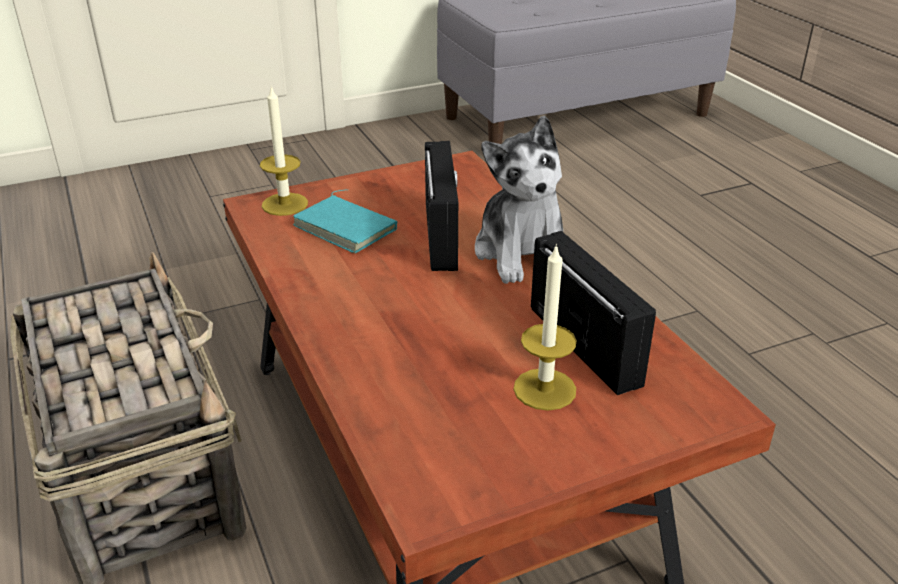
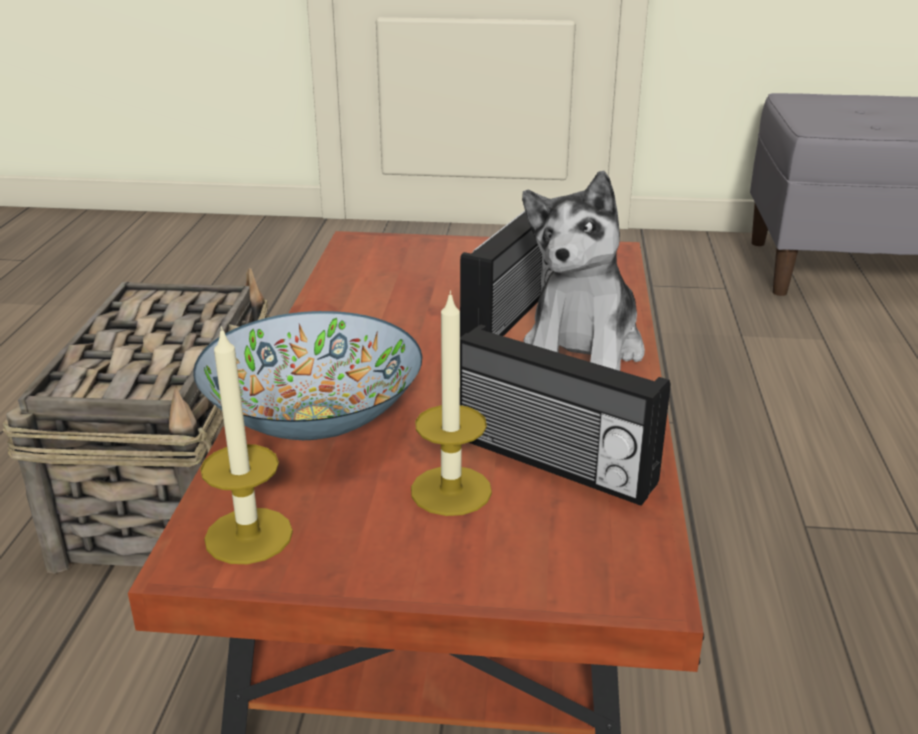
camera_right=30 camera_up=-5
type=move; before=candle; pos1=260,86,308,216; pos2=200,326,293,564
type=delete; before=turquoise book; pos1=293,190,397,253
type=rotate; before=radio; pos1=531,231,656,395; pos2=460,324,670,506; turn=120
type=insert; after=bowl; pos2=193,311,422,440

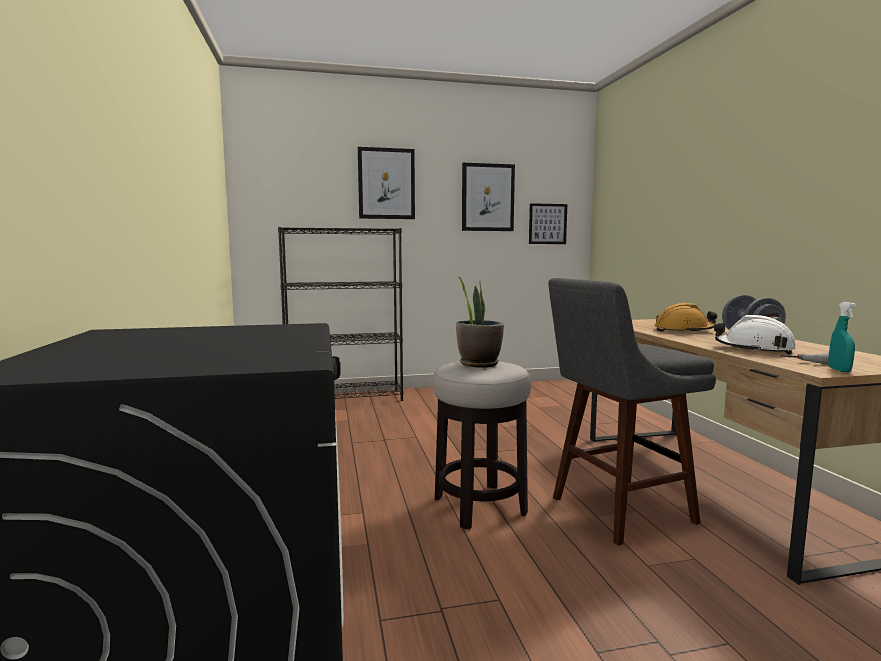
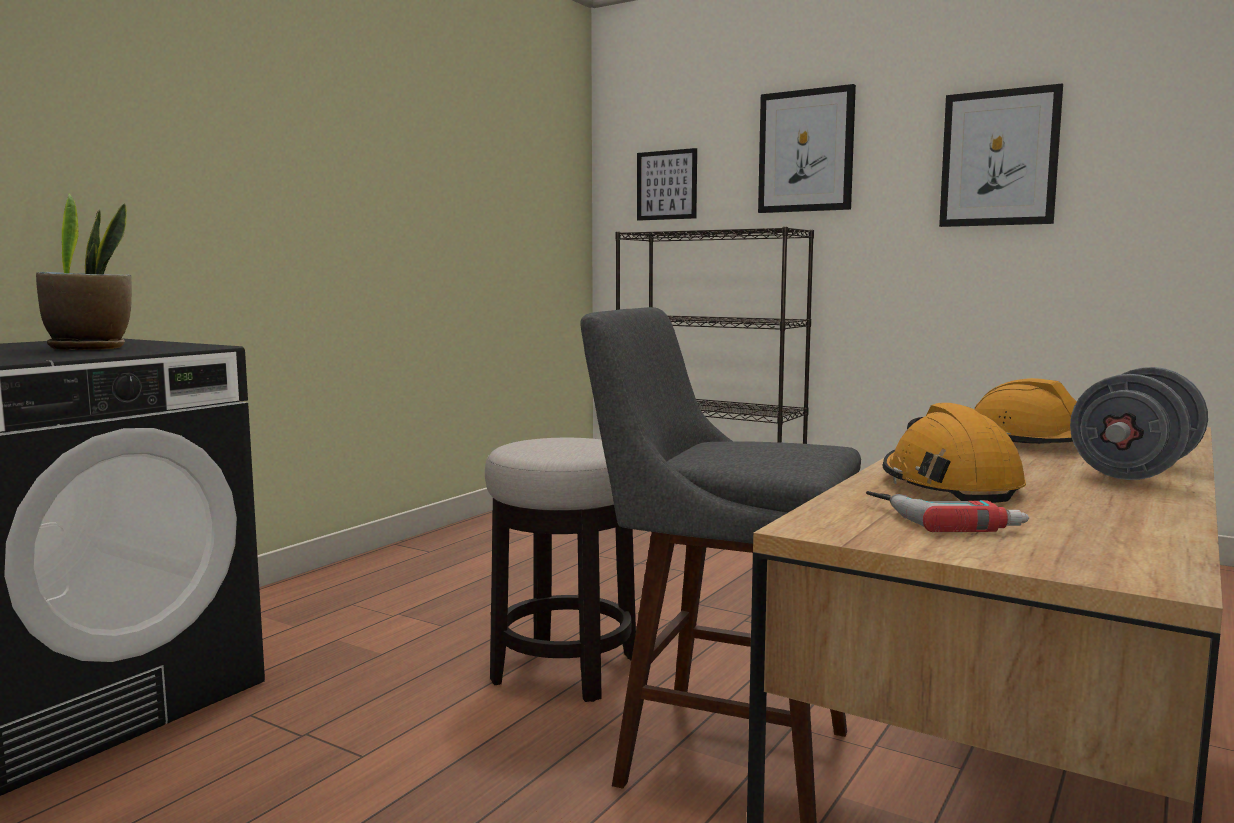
camera_right=45 camera_up=0
type=move; before=potted plant; pos1=456,276,504,368; pos2=36,193,132,350
type=move; before=picture; pos1=529,203,567,244; pos2=637,148,697,221
type=recolor; before=white hard hat; after=orange hard hat; pos1=714,315,796,355; pos2=883,403,1026,503
type=delete; before=turquoise spray bottle; pos1=828,302,856,372

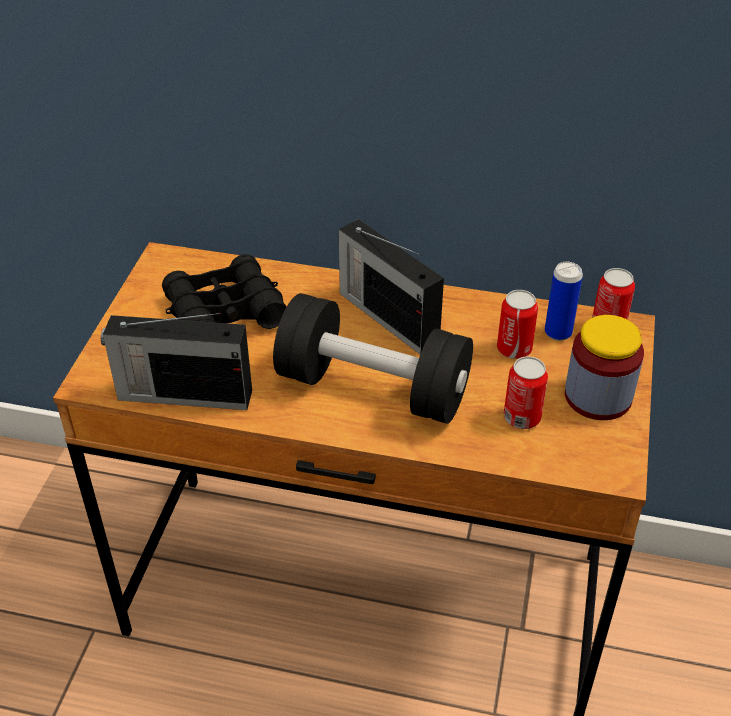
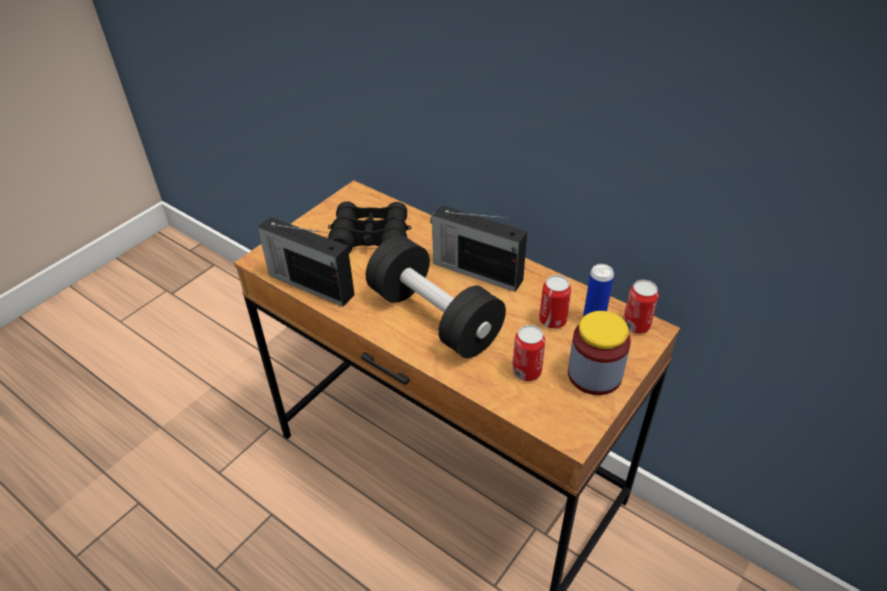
camera_right=25 camera_up=0
type=rotate; before=radio; pos1=338,219,444,354; pos2=430,205,527,292; turn=-45

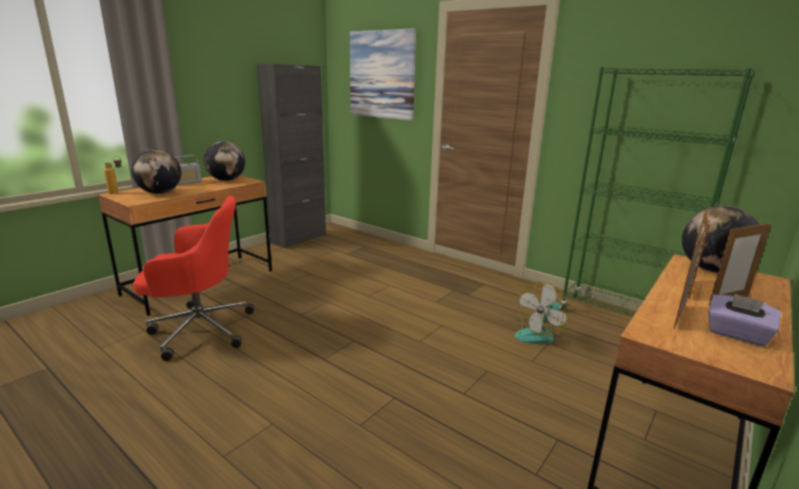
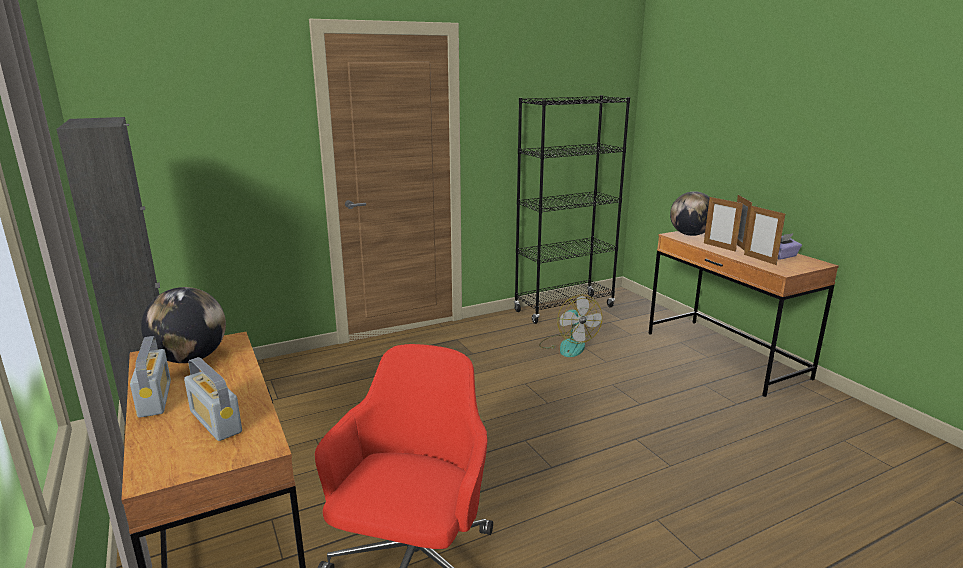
camera_right=-65 camera_up=0
type=delete; before=bottle; pos1=104,156,122,194
type=replace; before=globe; after=radio; pos1=131,149,181,194; pos2=184,357,242,441
type=delete; before=picture; pos1=350,28,416,121
type=recolor; before=green bookcase; after=black bookcase; pos1=560,67,755,317; pos2=514,95,630,324

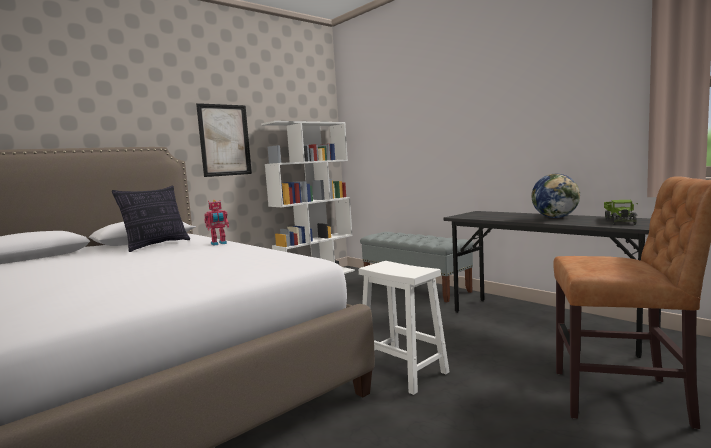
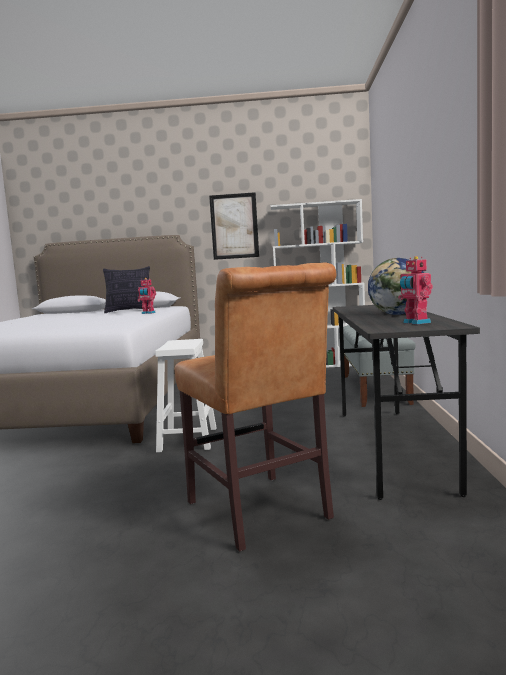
camera_right=45 camera_up=0
type=replace; before=toy truck; after=toy robot; pos1=604,200,638,225; pos2=398,256,433,324

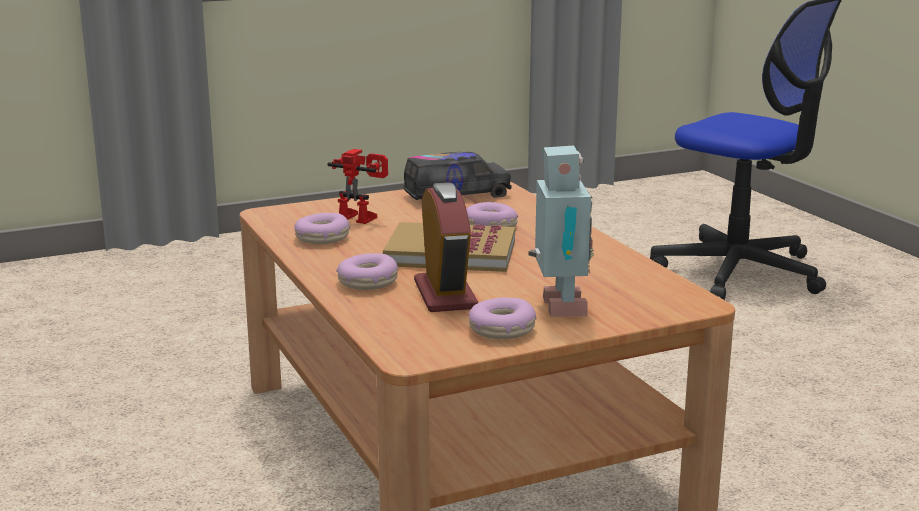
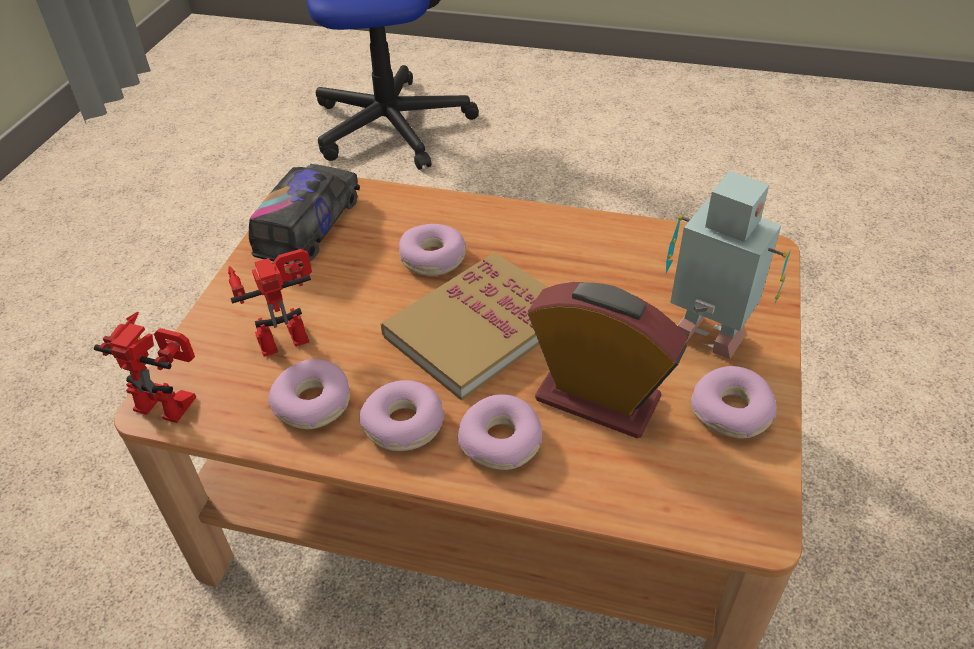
camera_right=-50 camera_up=25
type=insert; after=toy robot; pos2=94,312,196,423
type=insert; after=donut; pos2=359,380,444,451

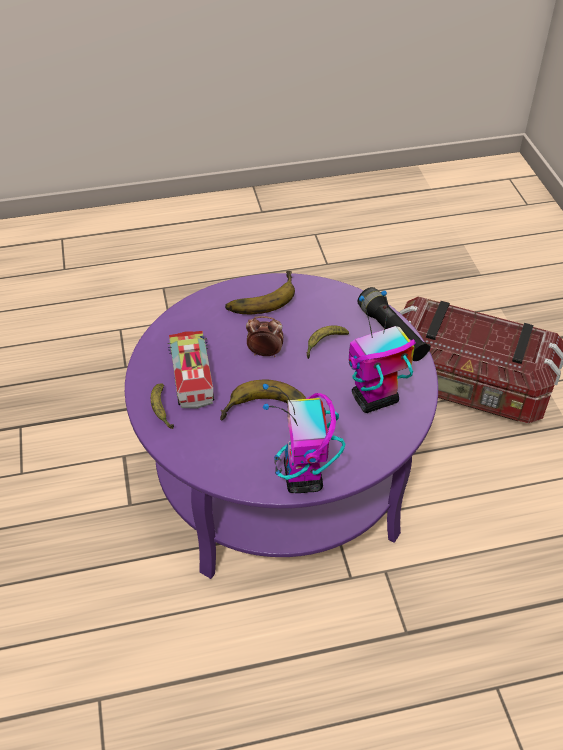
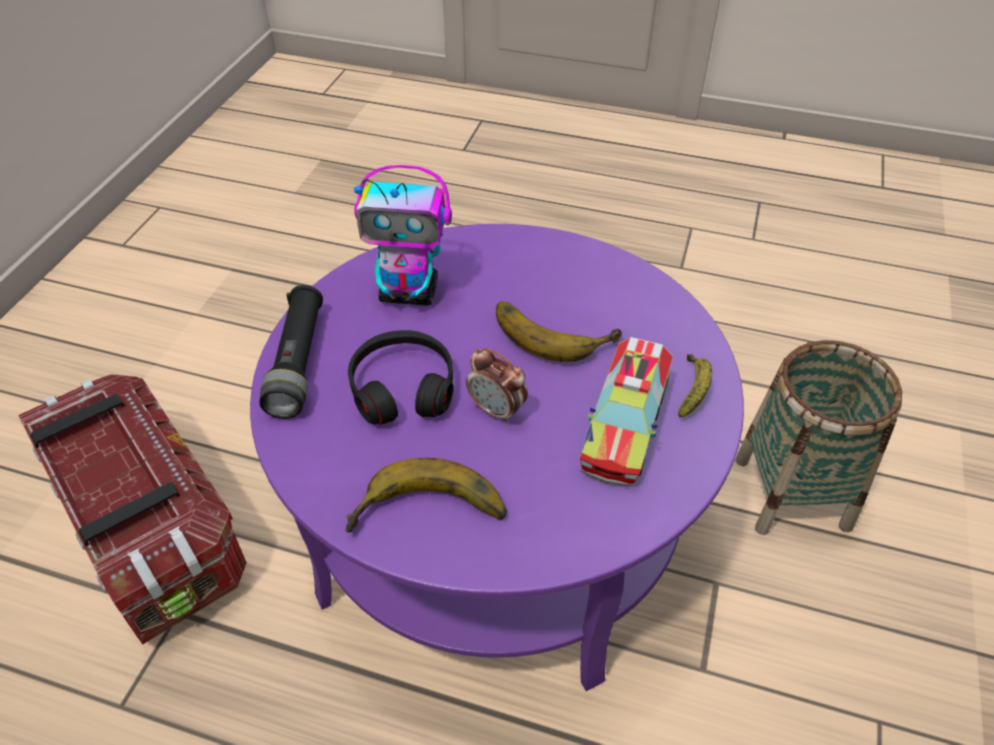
camera_right=-150 camera_up=0
type=delete; before=toy robot; pos1=263,384,345,493
type=replace; before=banana; after=black headphones; pos1=307,325,349,359; pos2=348,330,453,425
type=insert; after=basket; pos2=735,340,902,535

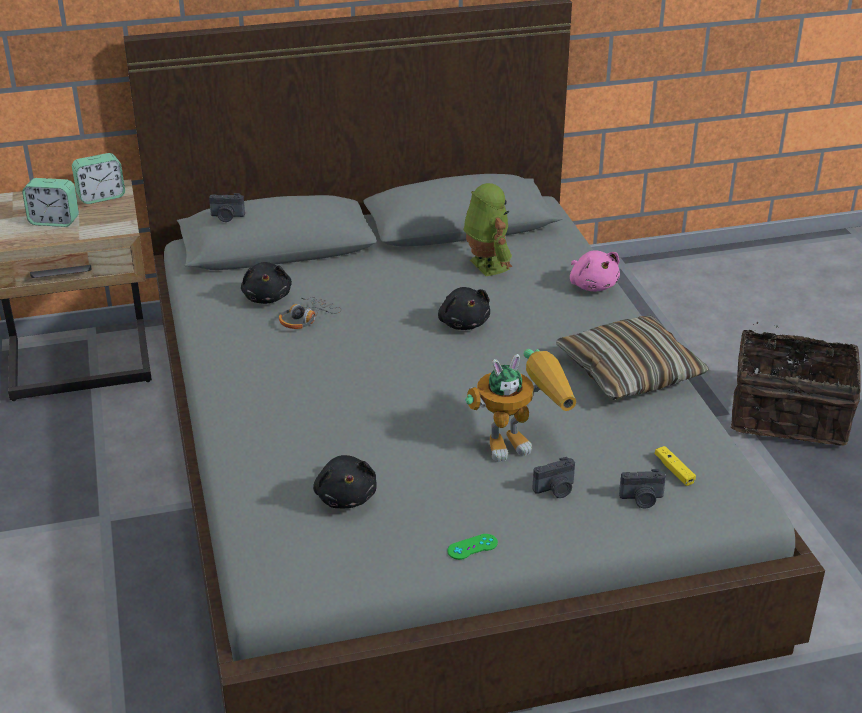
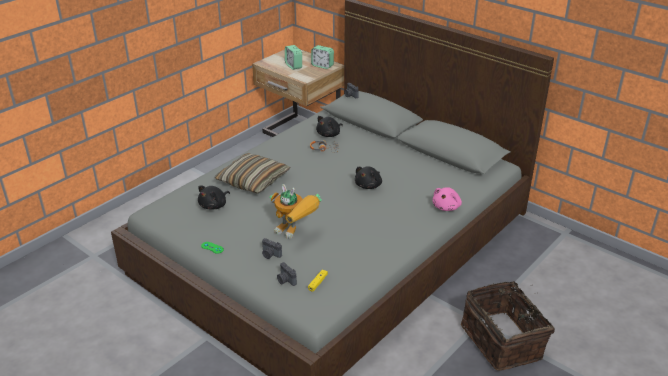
camera_right=55 camera_up=0
type=delete; before=toy robot; pos1=463,183,513,276
type=move; before=pillow; pos1=556,316,709,400; pos2=214,153,291,194

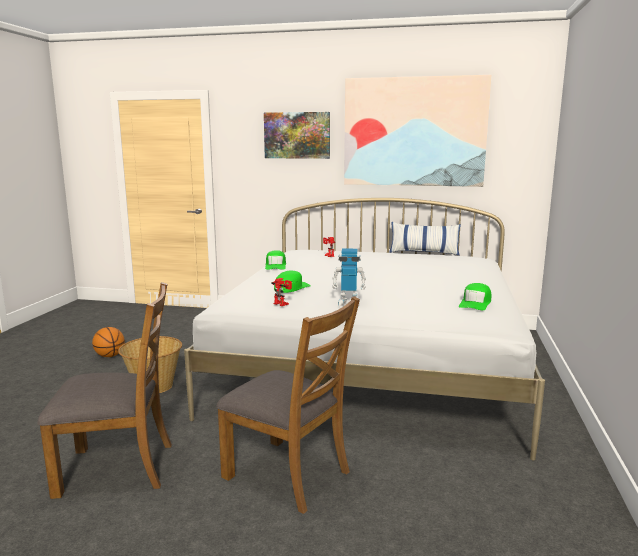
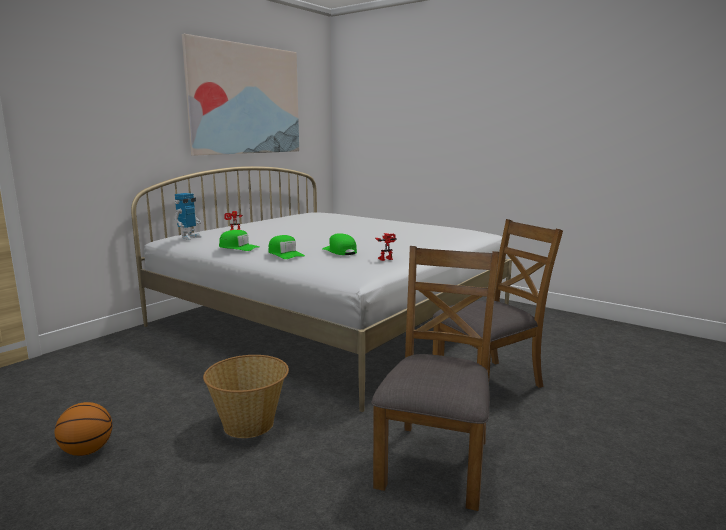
camera_right=-65 camera_up=0
type=delete; before=picture; pos1=264,112,330,159
type=move; before=toy robot; pos1=332,248,366,306; pos2=174,193,202,240
type=delete; before=pillow; pos1=389,222,461,256
type=move; before=green cap; pos1=459,283,491,310; pos2=268,235,305,259

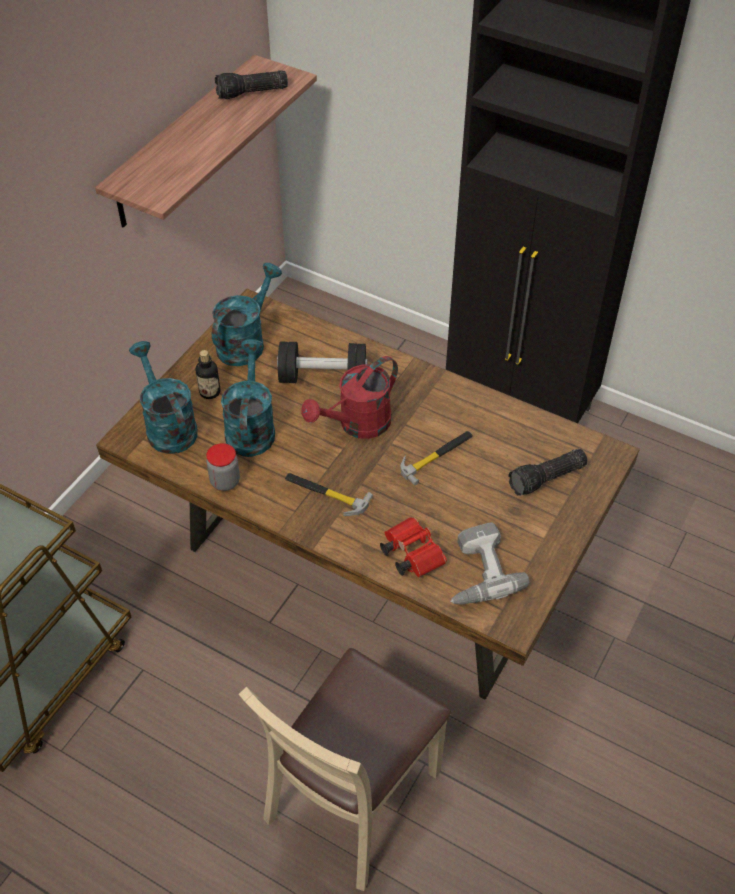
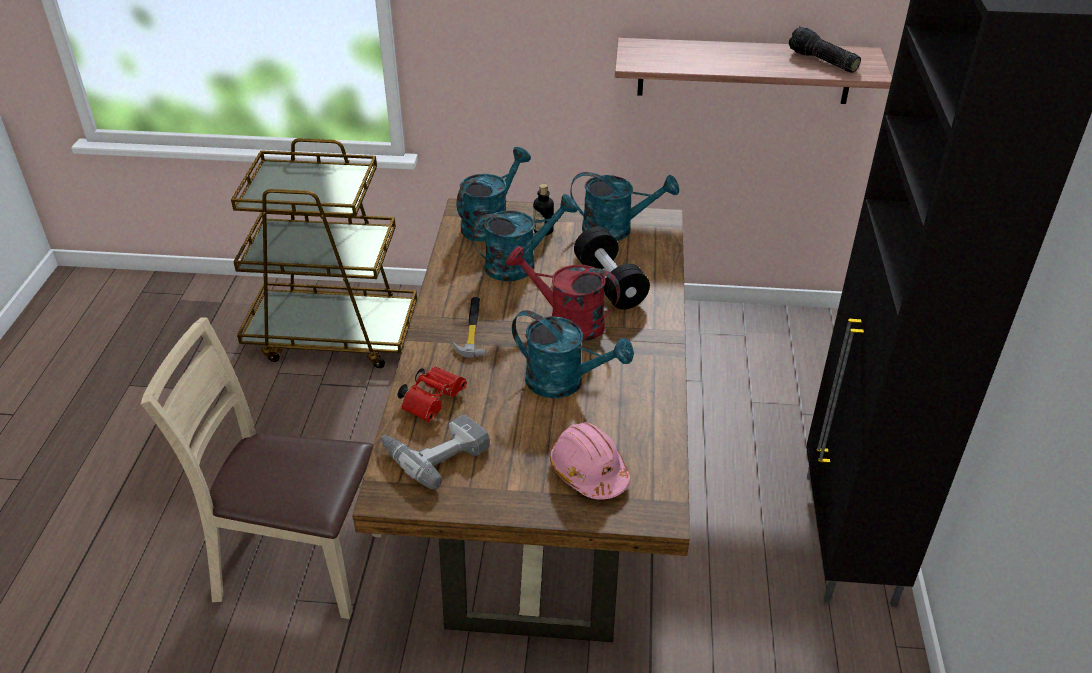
camera_right=65 camera_up=-10
type=delete; before=jar; pos1=206,443,240,491
type=replace; before=hammer; after=turquoise watering can; pos1=400,431,473,485; pos2=512,310,634,398
type=replace; before=flashlight; after=pink hard hat; pos1=508,449,588,496; pos2=550,422,630,500

